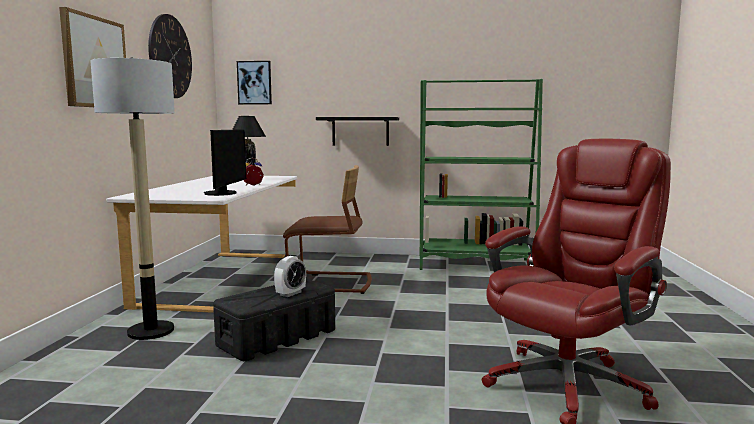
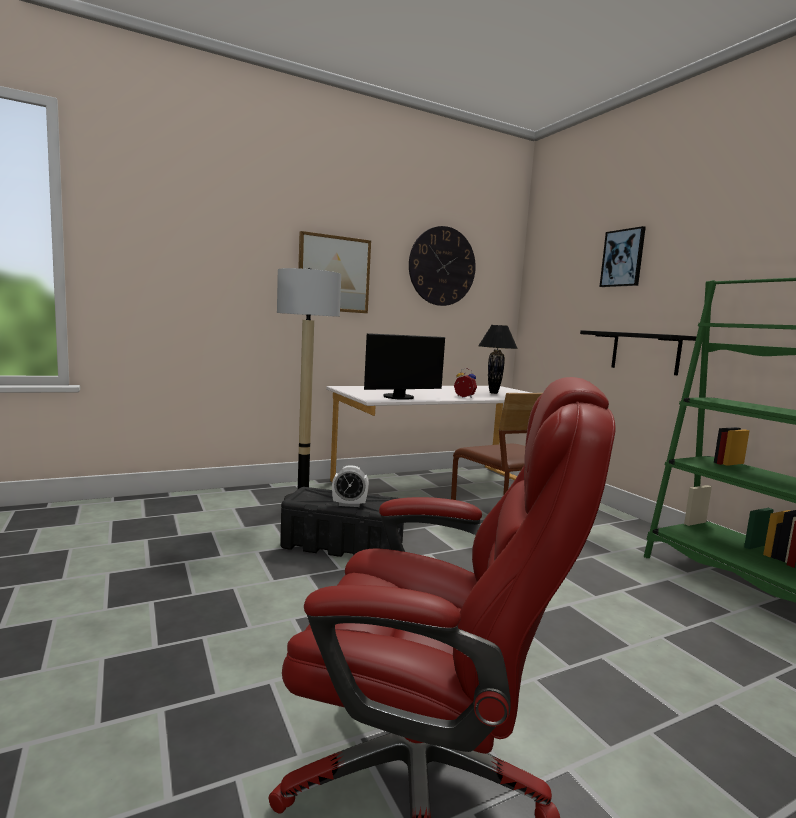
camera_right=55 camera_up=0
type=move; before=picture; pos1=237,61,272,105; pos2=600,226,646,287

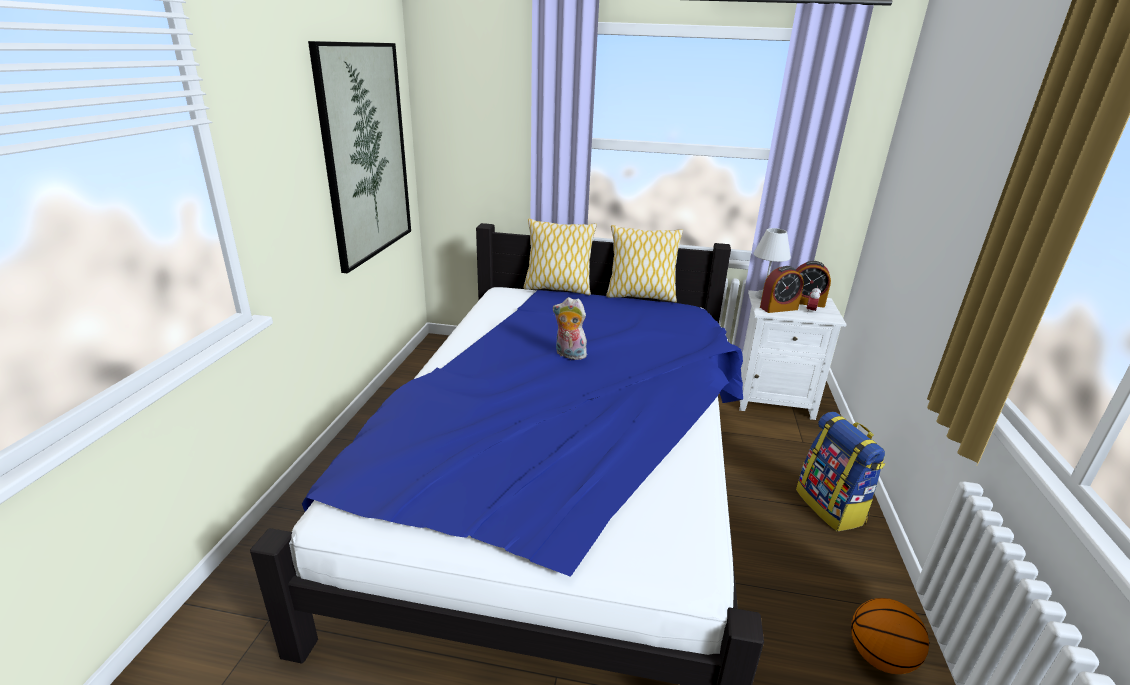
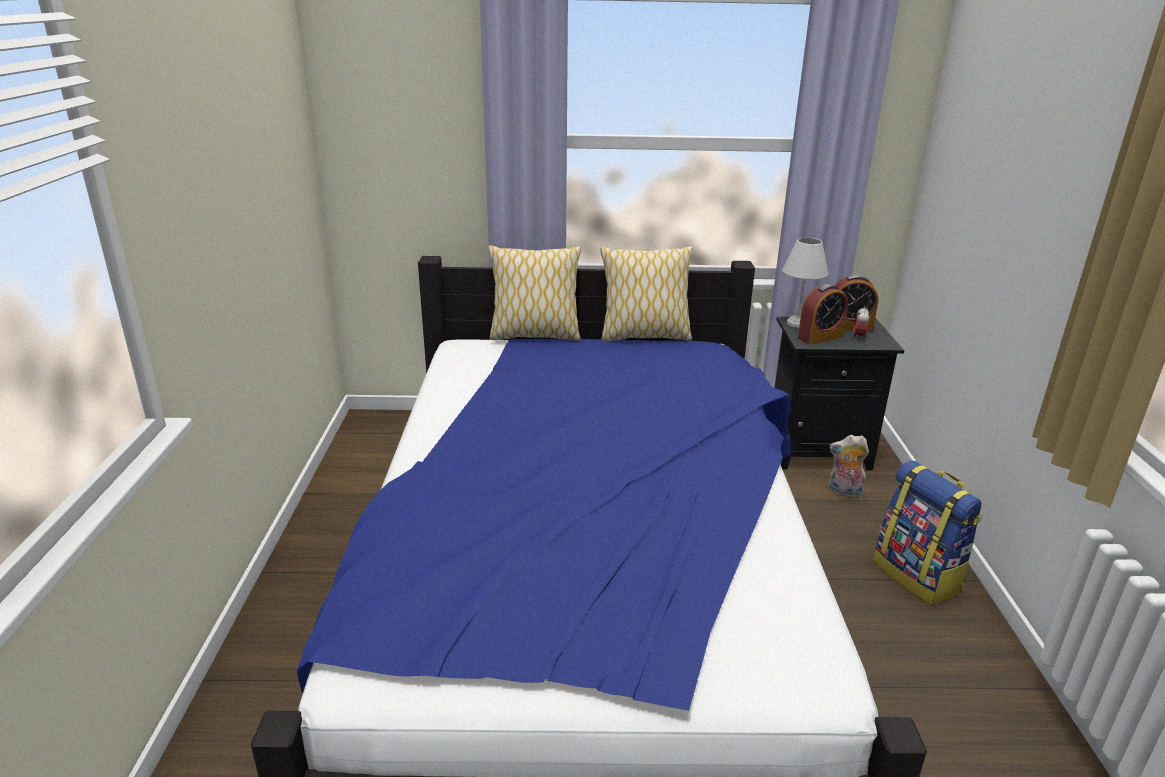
camera_right=-10 camera_up=0
type=delete; before=picture; pos1=308,41,411,273
type=move; before=plush toy; pos1=553,297,587,360; pos2=829,435,869,498
type=recolor; before=white nightstand; after=black nightstand; pos1=739,290,847,420; pos2=775,317,904,470
type=delete; before=basketball; pos1=851,598,929,674

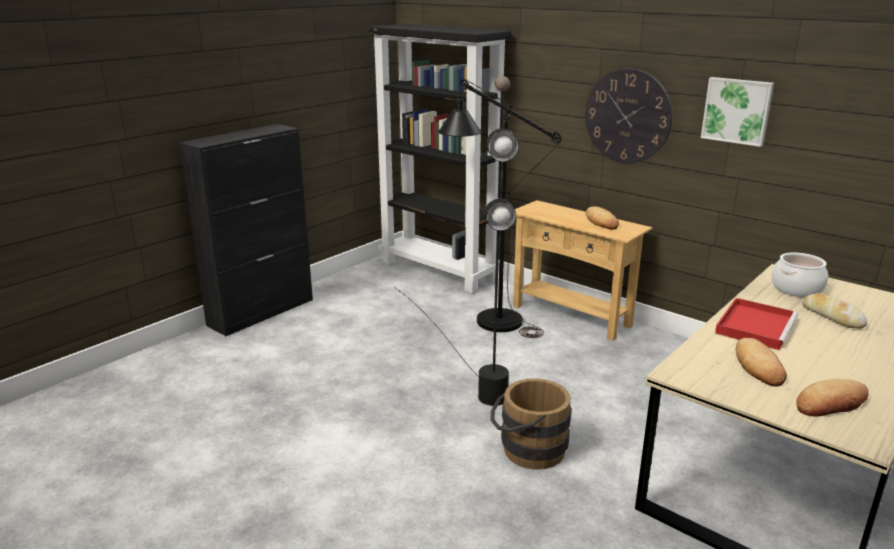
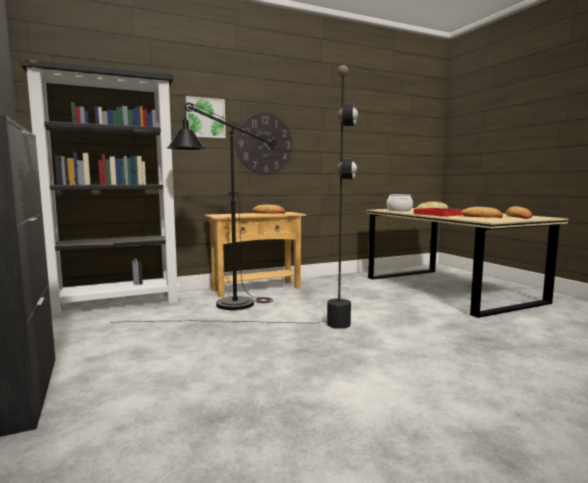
camera_right=-65 camera_up=-15
type=delete; before=brown bucket; pos1=490,378,572,470
type=move; before=picture; pos1=701,77,774,147; pos2=185,96,226,138

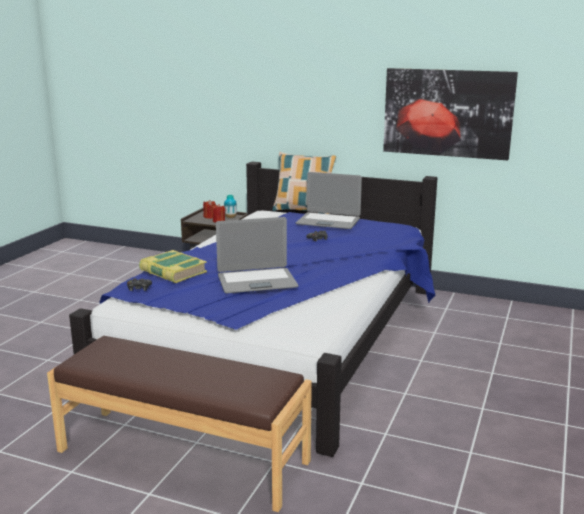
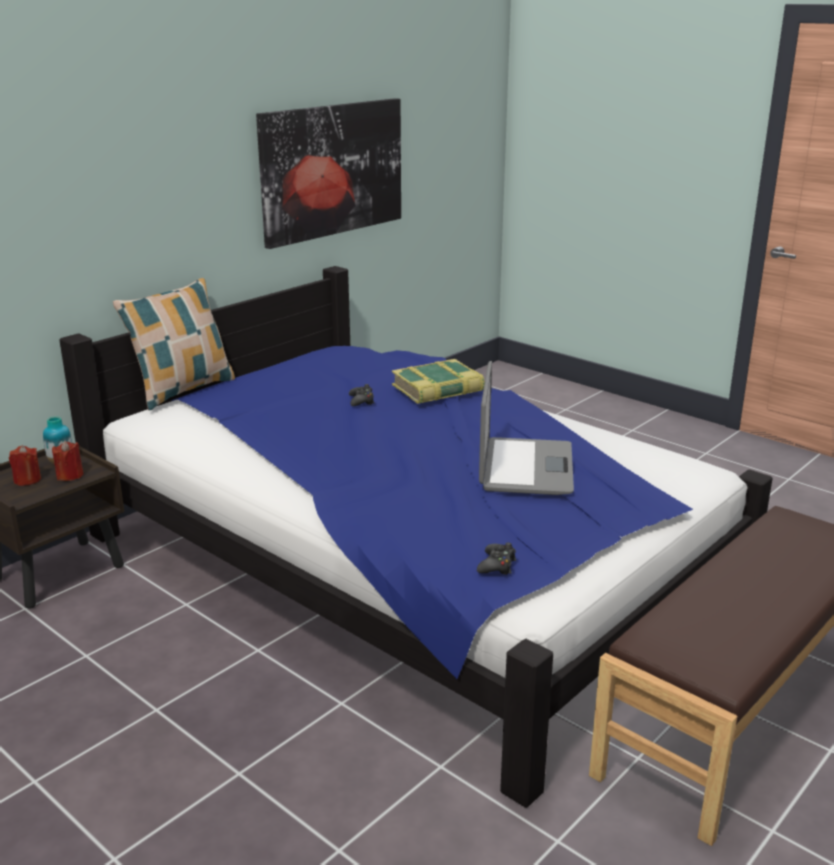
camera_right=-70 camera_up=5
type=move; before=book; pos1=139,250,207,283; pos2=392,359,485,404
type=delete; before=laptop; pos1=296,172,362,229

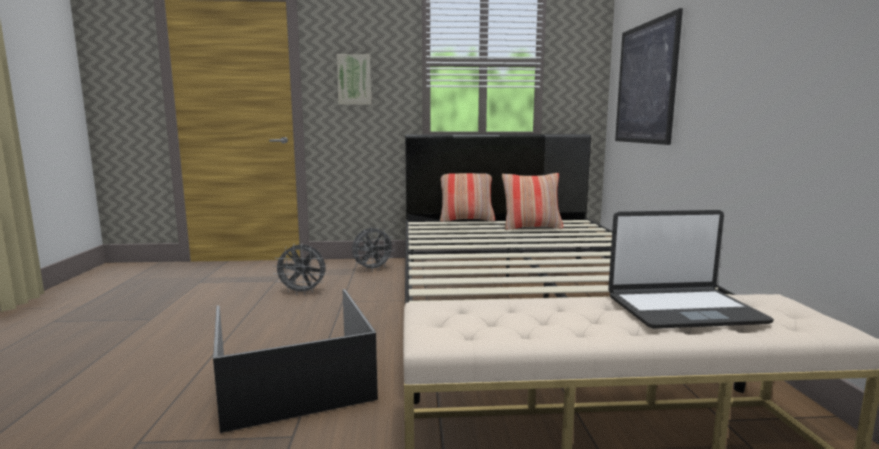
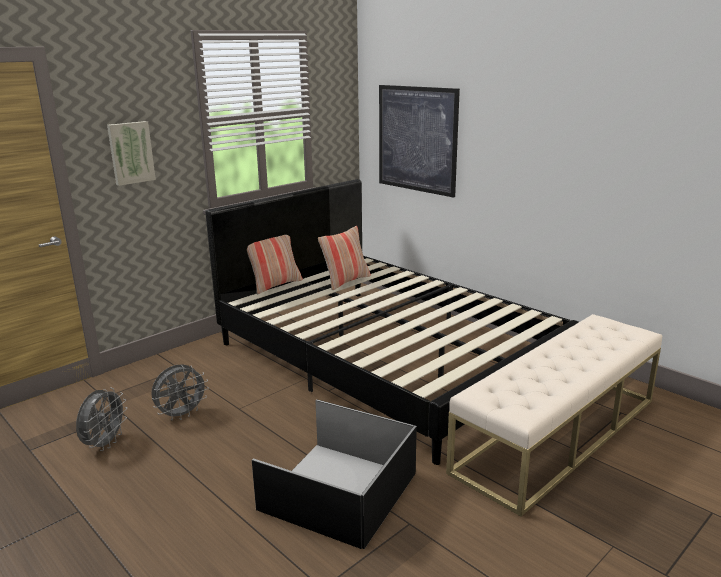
camera_right=-40 camera_up=10
type=move; before=grey fan; pos1=352,227,395,272; pos2=76,387,128,451
type=delete; before=laptop; pos1=608,210,774,329

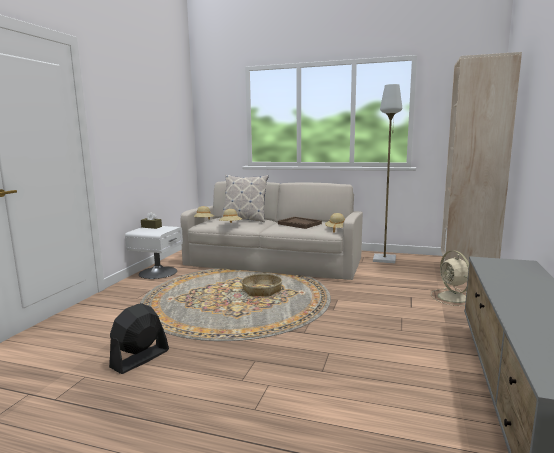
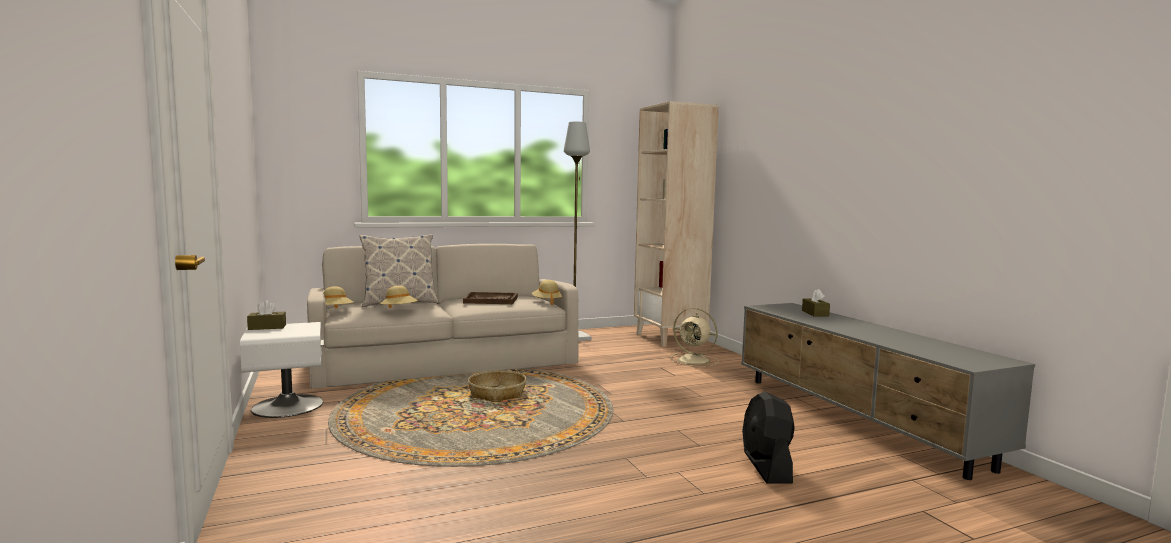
camera_right=-40 camera_up=-5
type=move; before=black fan; pos1=109,303,169,374; pos2=742,391,795,484
type=insert; after=brown tissue box; pos2=802,289,830,317

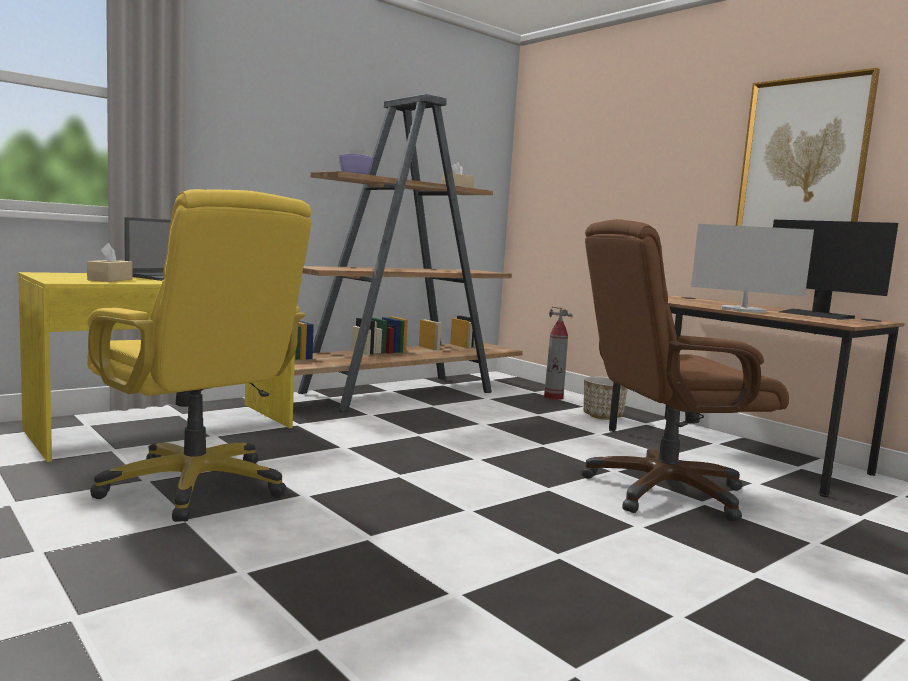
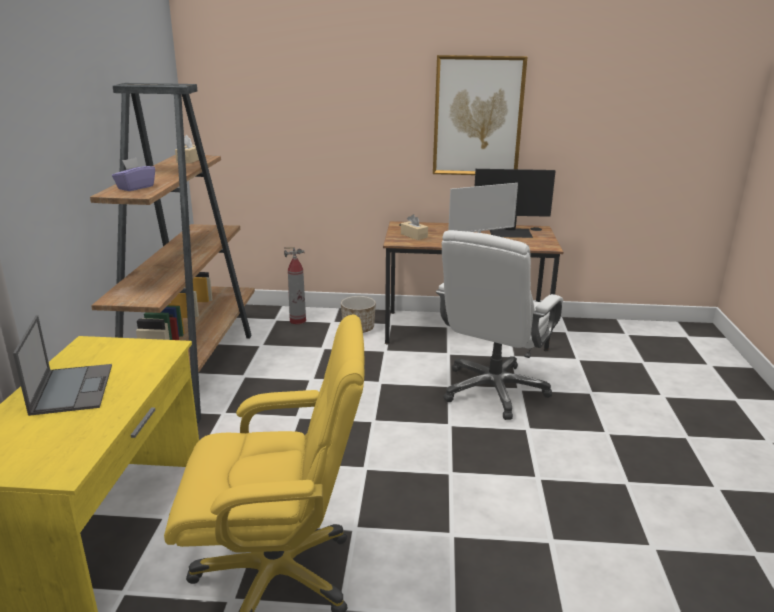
camera_right=-45 camera_up=15
type=move; before=beige tissue box; pos1=87,243,132,282; pos2=401,214,428,240
type=recolor; before=brown office chair; after=white office chair; pos1=581,219,789,521; pos2=436,230,563,420

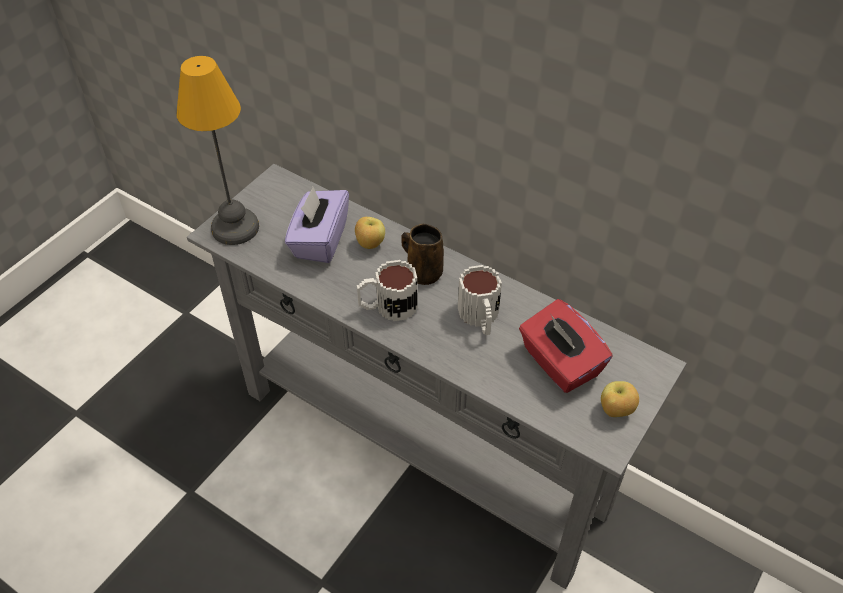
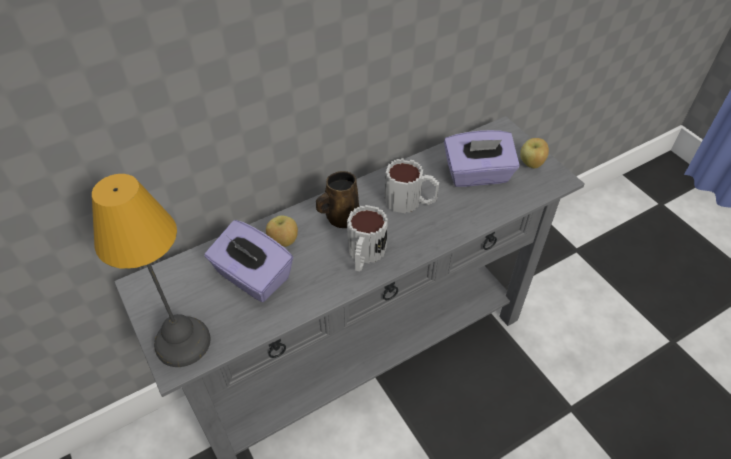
camera_right=-65 camera_up=0
type=recolor; before=red tissue box; after=purple tissue box; pos1=519,299,612,393; pos2=444,130,520,187

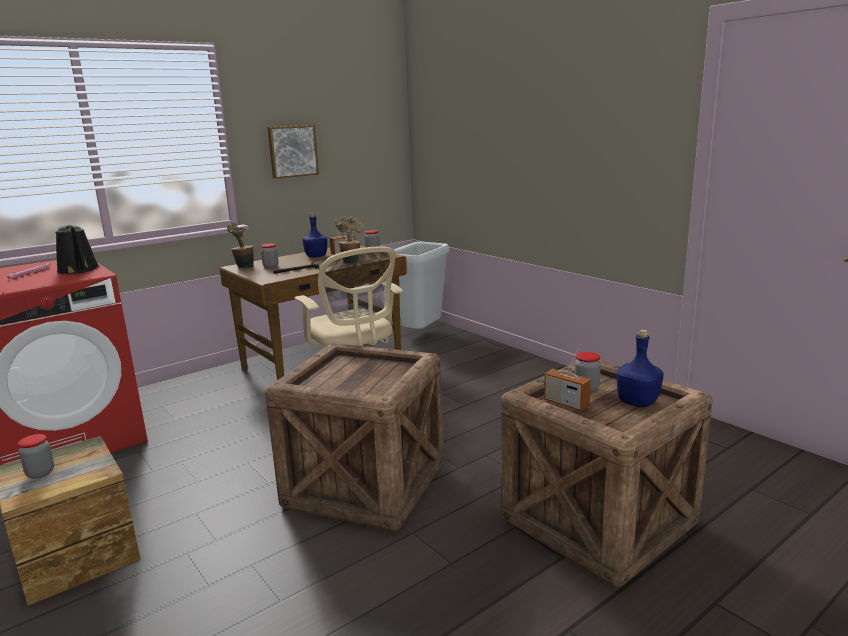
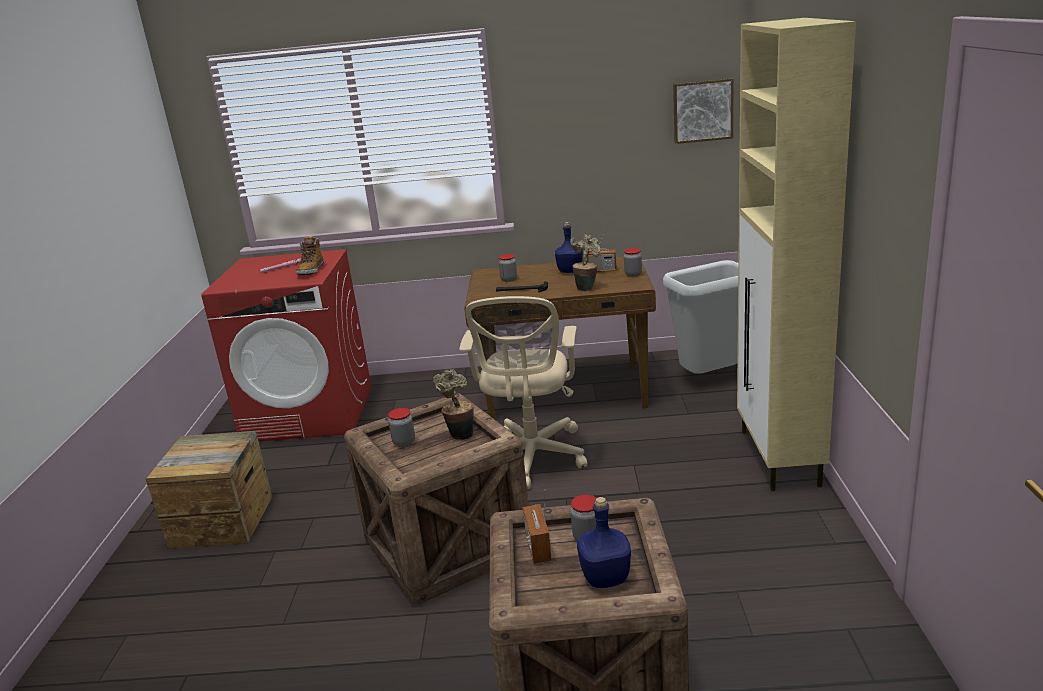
camera_right=40 camera_up=5
type=move; before=jar; pos1=18,434,54,479; pos2=388,408,415,447
type=replace; before=black watering can; after=boot; pos1=55,225,99,274; pos2=296,236,324,275
type=move; before=potted plant; pos1=227,222,254,268; pos2=433,369,474,440
type=move; before=picture; pos1=267,125,319,179; pos2=673,78,734,144
type=insert; after=beige cabinet; pos2=737,18,856,491

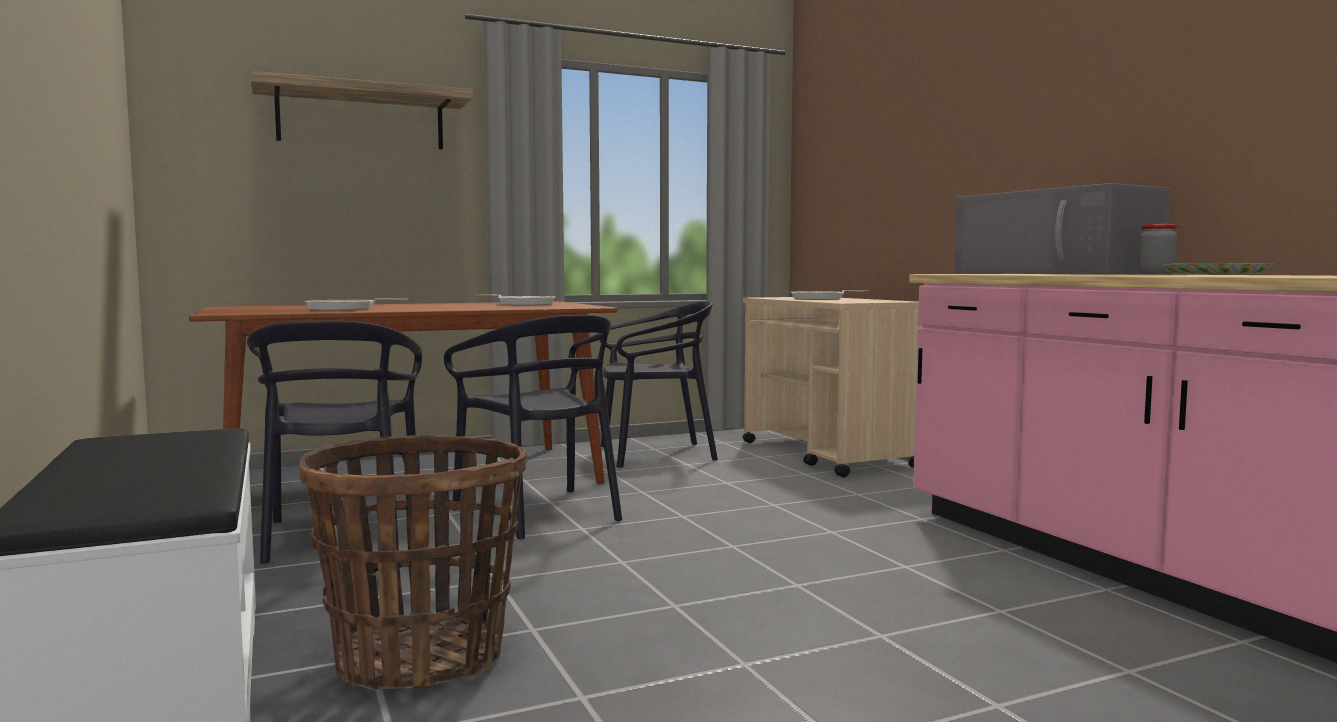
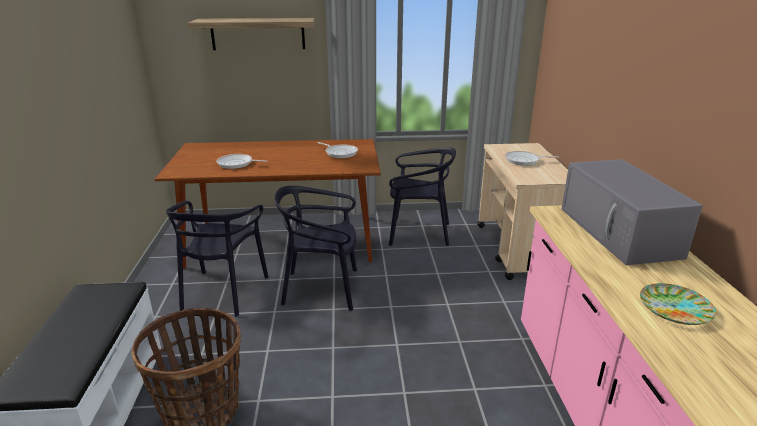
camera_right=20 camera_up=20
type=rotate; before=black chair; pos1=444,315,622,540; pos2=274,186,357,311; turn=105
type=delete; before=jar; pos1=1138,224,1178,274

